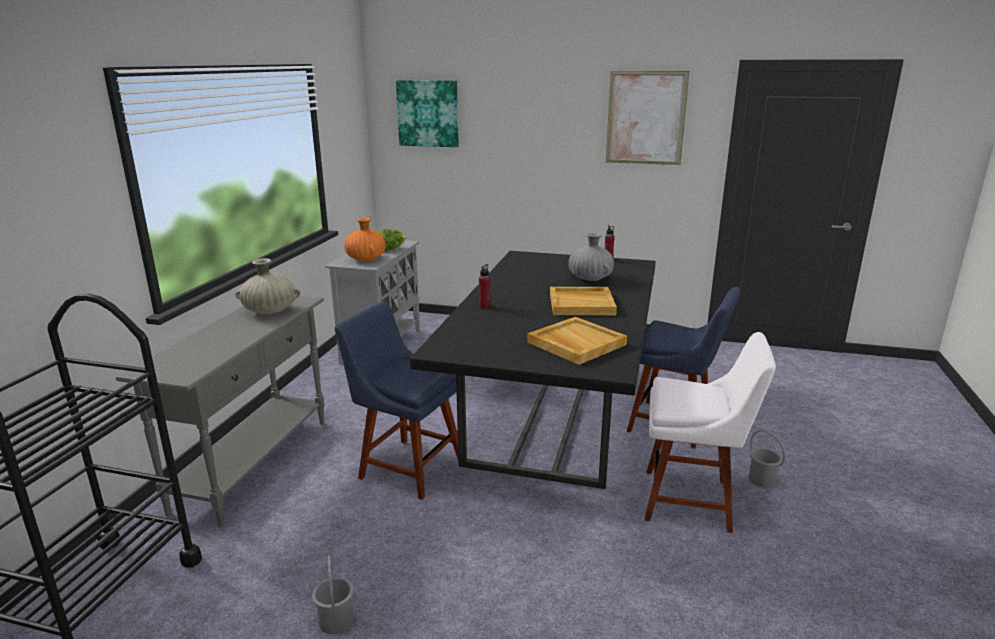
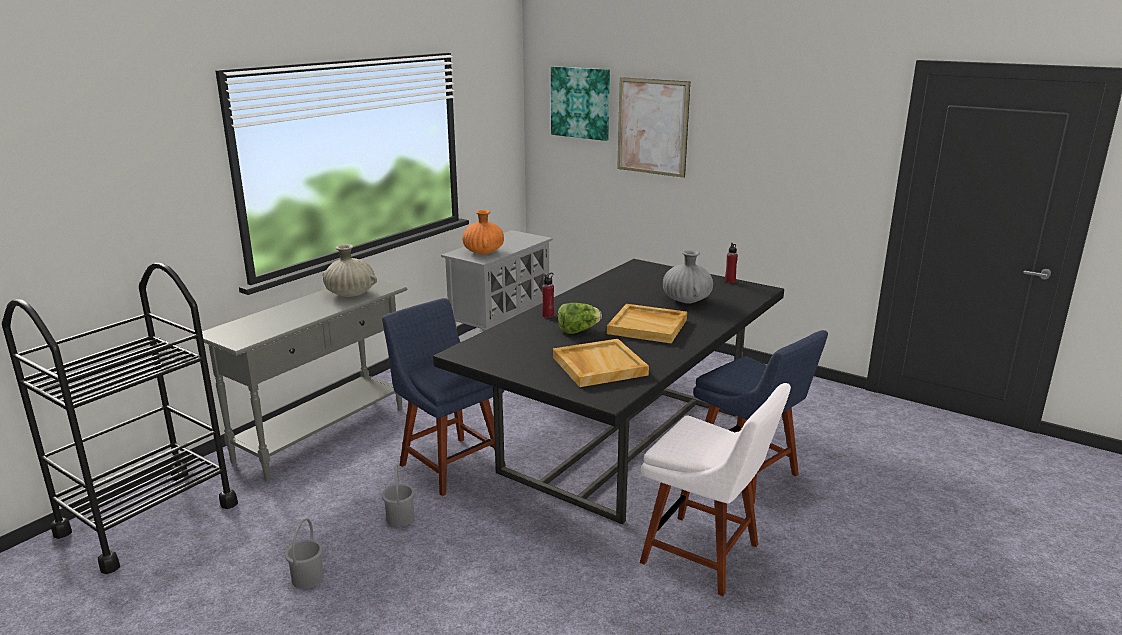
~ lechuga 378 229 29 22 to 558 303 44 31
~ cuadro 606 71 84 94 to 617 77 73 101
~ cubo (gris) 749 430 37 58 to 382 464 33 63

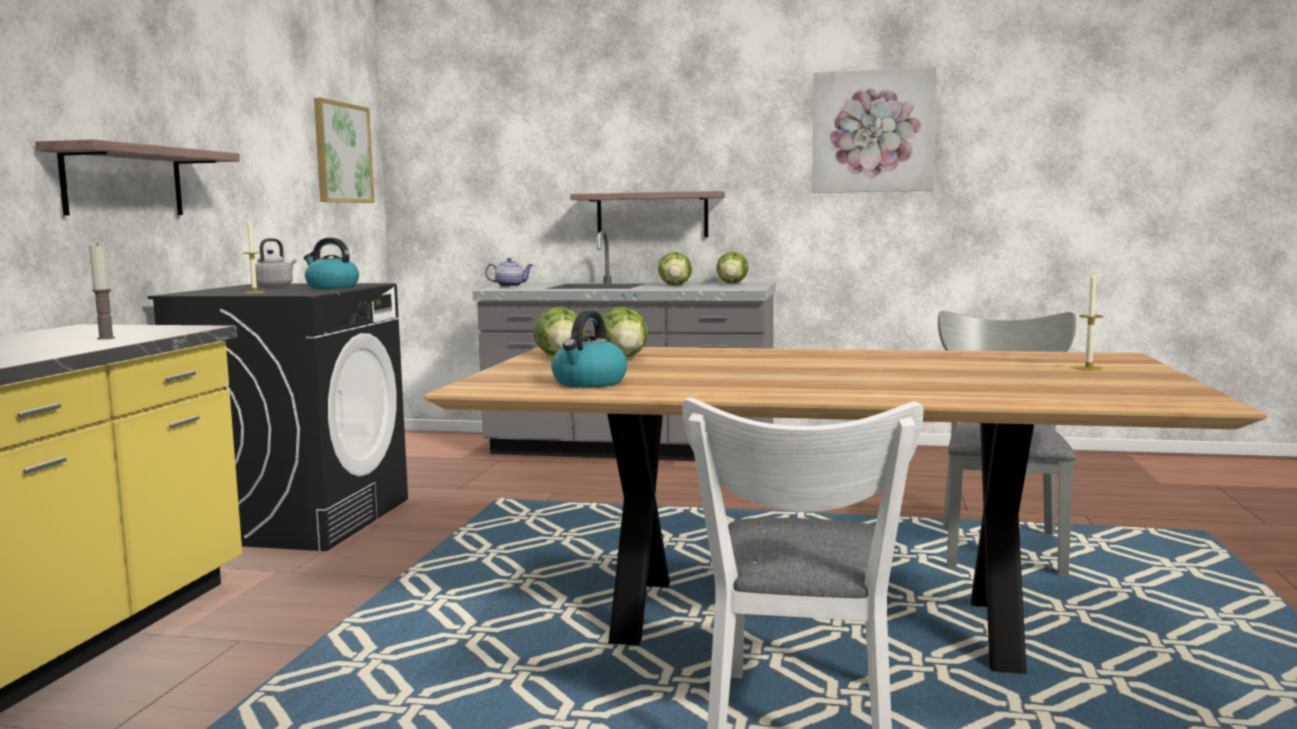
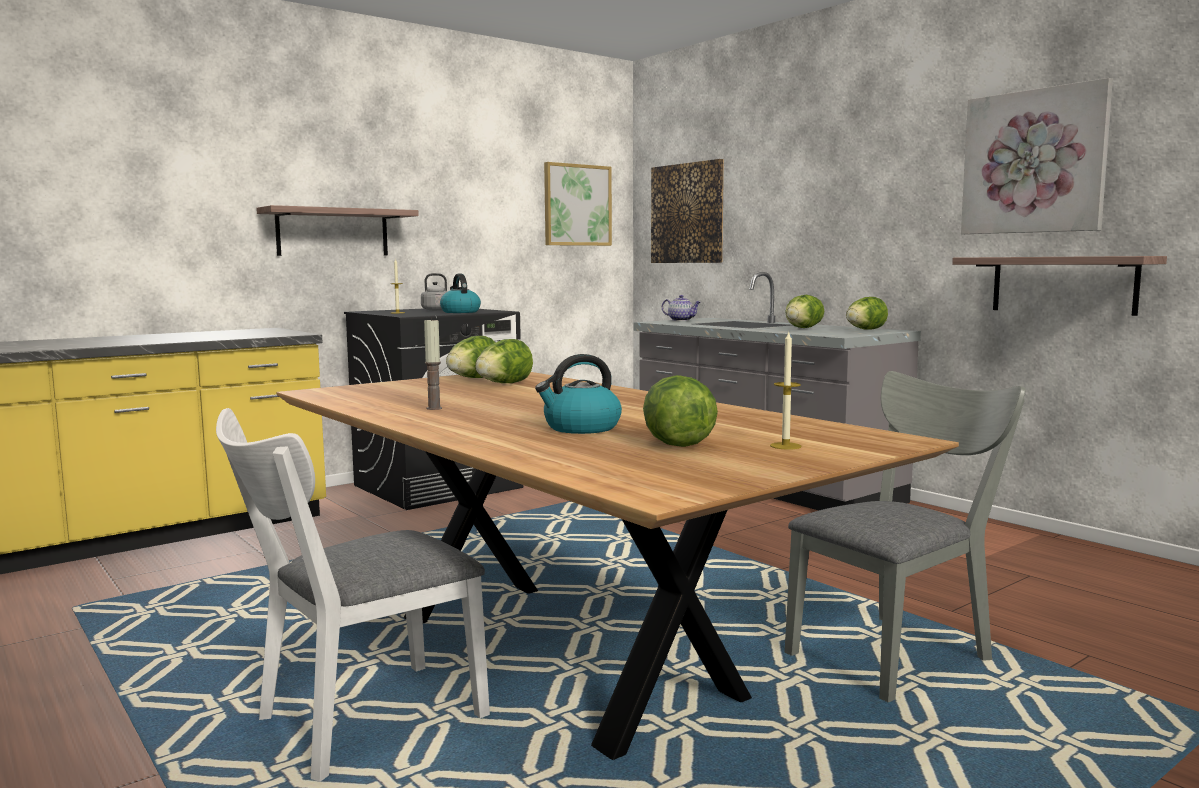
~ vela 89 243 26 97 to 424 317 18 93
~ hervidor 551 310 76 78 to 535 354 87 80
~ estante 570 191 155 48 to 952 256 215 60
+ lechuga 643 375 75 72
+ cuadro 651 159 73 104

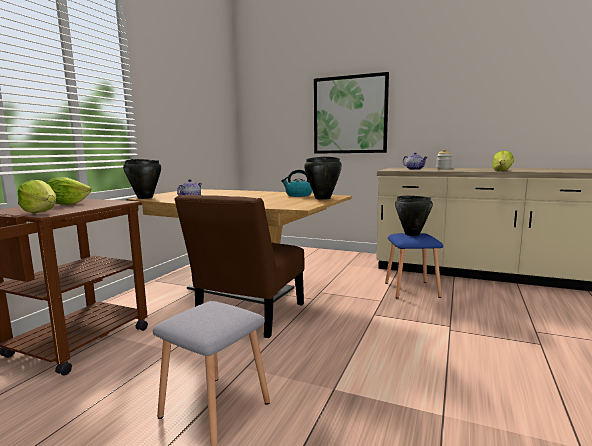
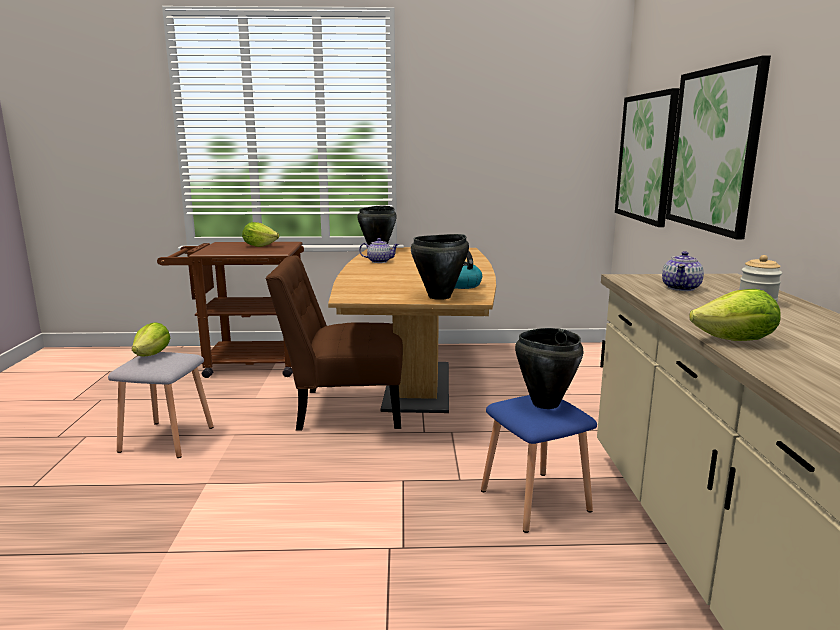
~ lechuga 18 180 38 33 to 132 322 38 34
+ cuadro 615 88 65 139

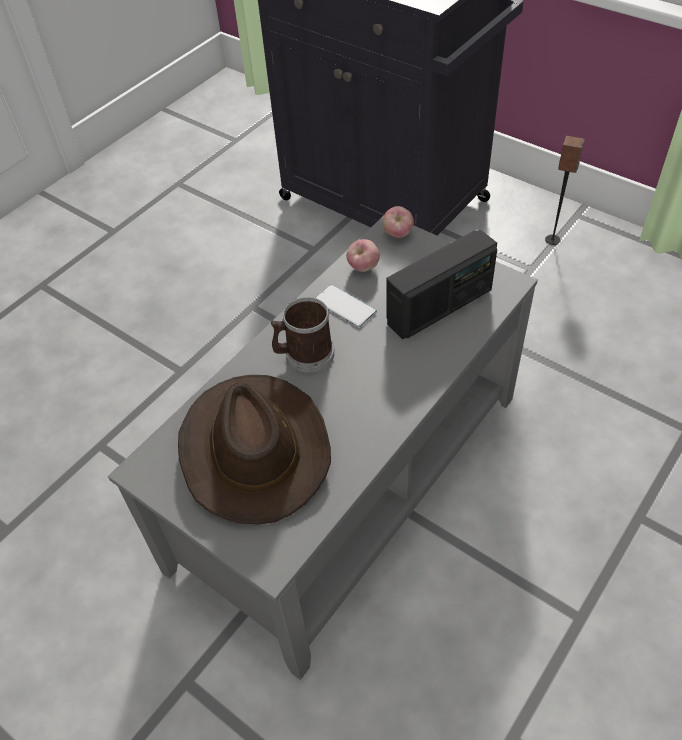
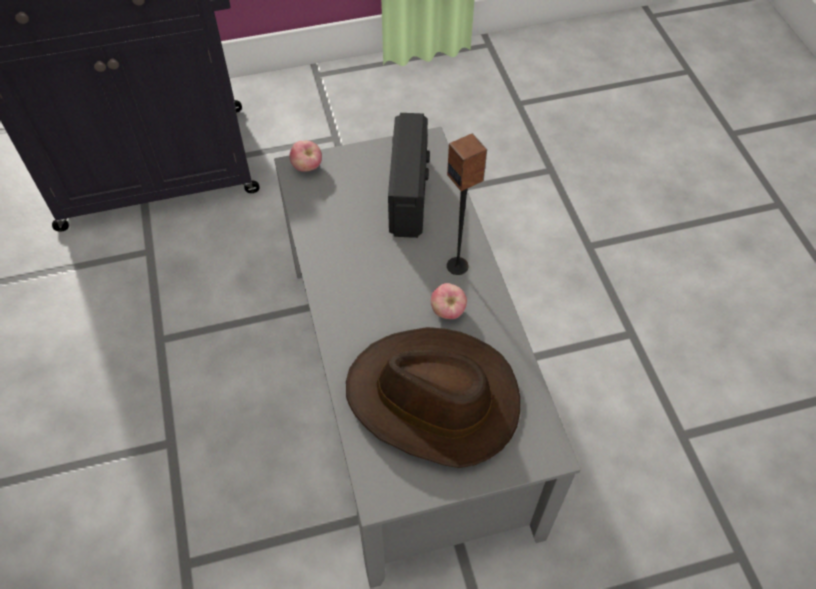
- taza grande 271 297 63 76
- móvil 315 285 62 42
~ manzana 346 239 34 33 to 431 283 36 36
~ altavoz 545 136 40 109 to 447 133 40 142

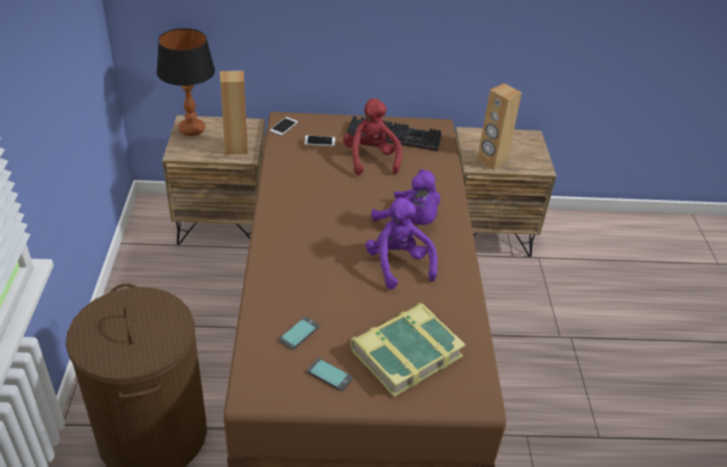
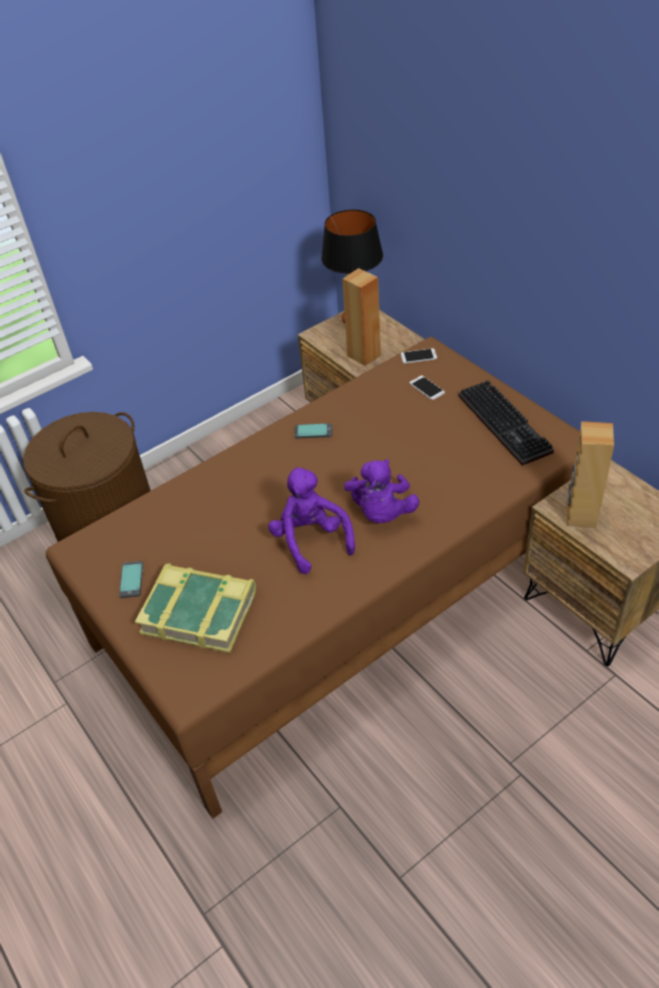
~ móvil 279 316 40 34 to 294 423 39 15
- peluche (rojo) 343 98 59 77
~ peluche (morado) 365 197 73 93 = 268 467 87 107 60 degrees counterclockwise

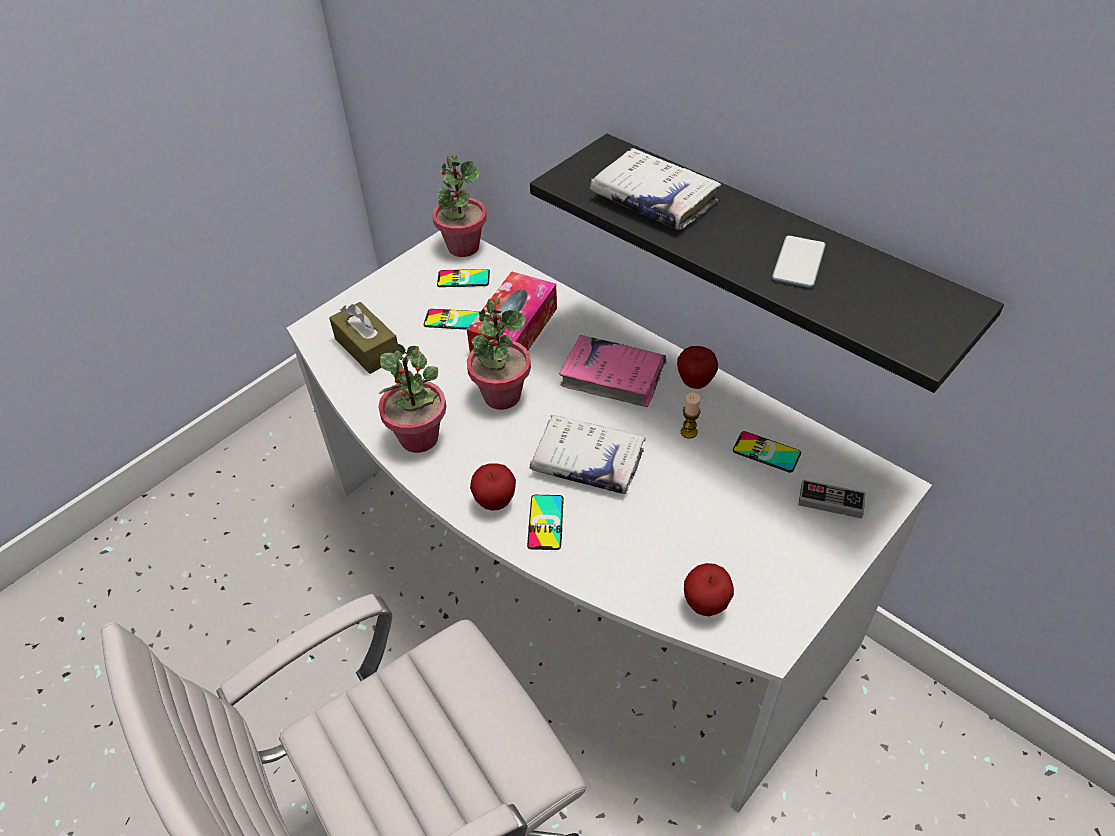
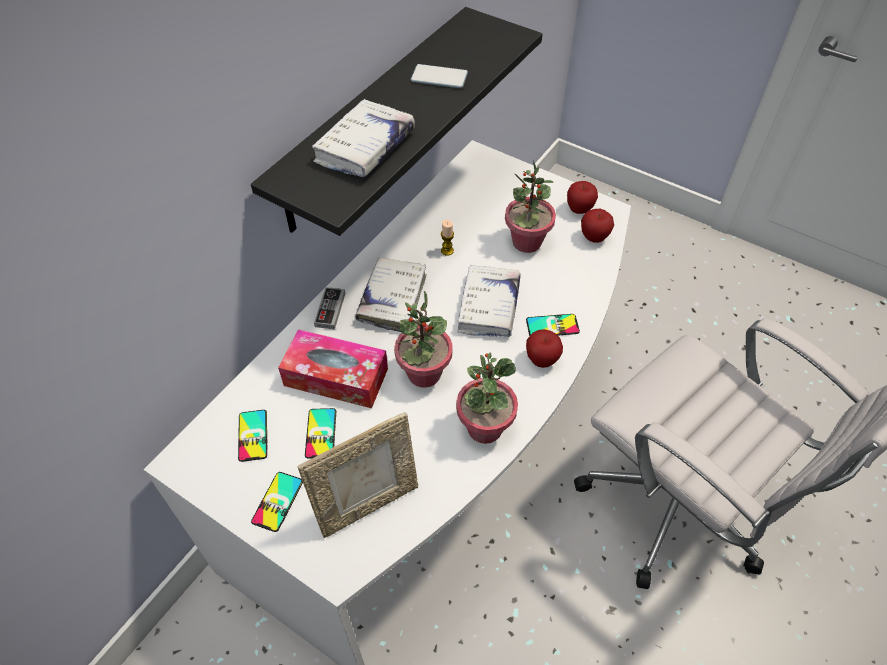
~ caja de pañuelos (marrón) 329 302 69 72 to portarretratos 298 412 120 126
~ planta en maceta 432 154 55 103 to 505 160 51 93
~ libro (rosa) 559 335 108 72 to libro (blanco) 355 257 72 75
~ manzana 677 346 41 43 to 567 181 31 33
~ móvil 733 431 68 42 to 251 472 52 60
~ mando de consola 798 480 68 39 to 314 287 31 42

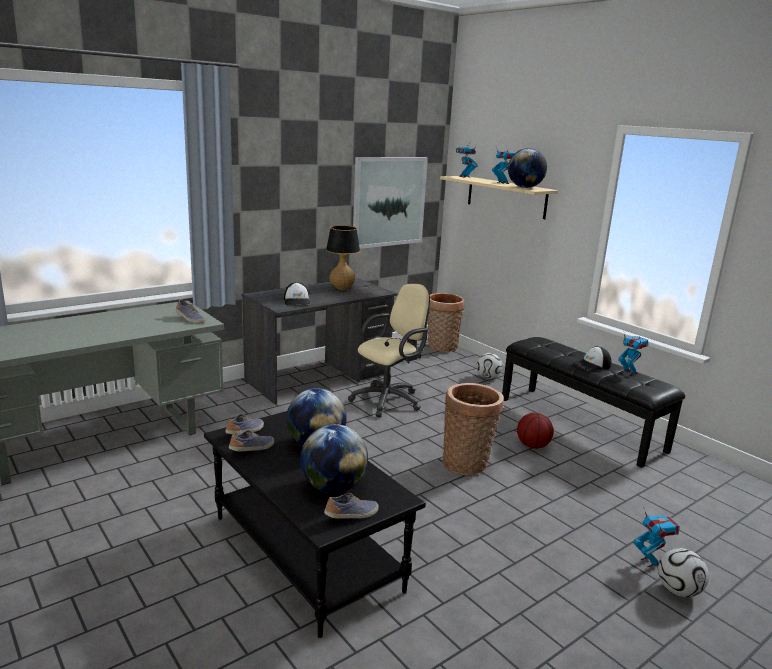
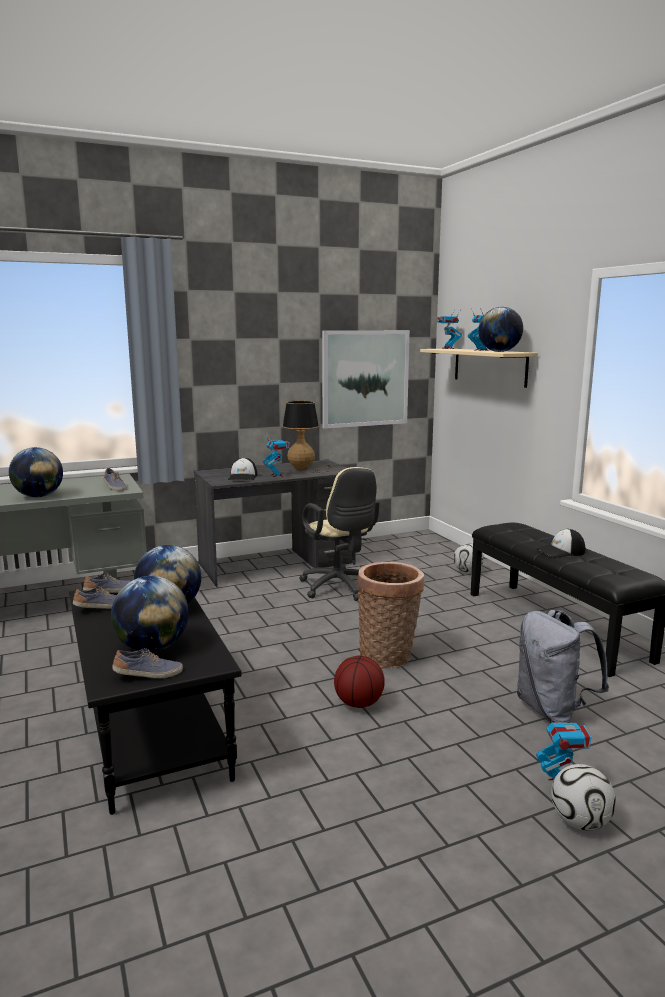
~ silla de oficina (beis) 348 284 82 133 = 299 467 81 134 90 degrees clockwise
- cesta 428 293 37 59
~ balón de baloncesto 517 413 37 36 to 334 655 51 53
~ robot de juguete 618 334 31 41 to 262 436 27 41
+ globo terráqueo 9 447 54 50
+ mochila (gris) 517 610 92 113

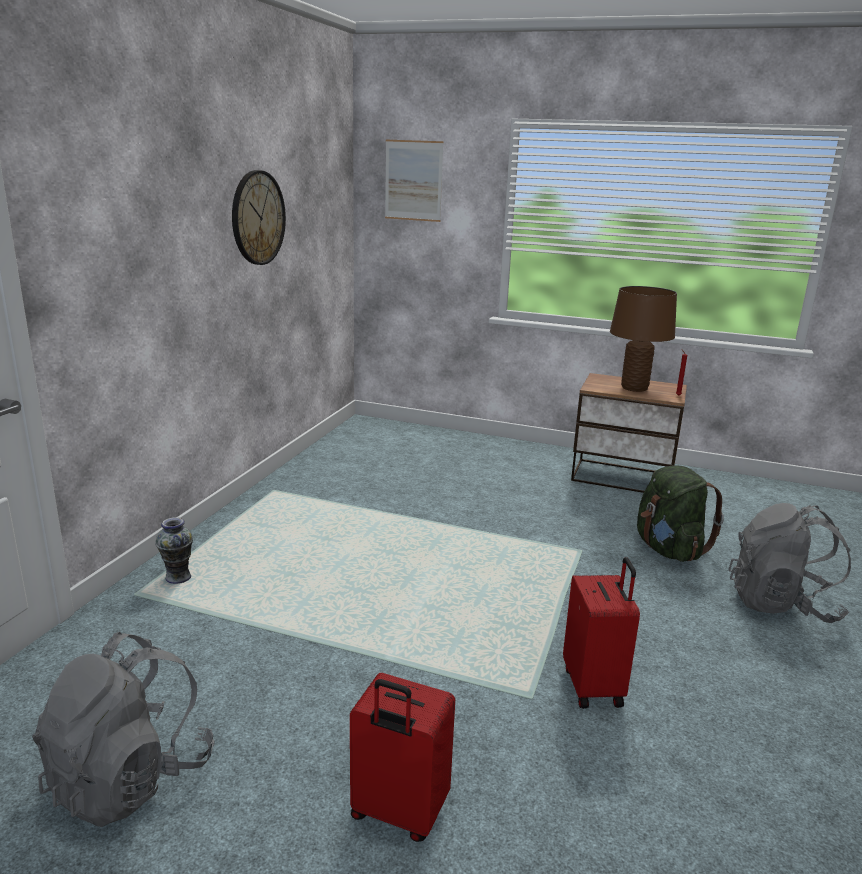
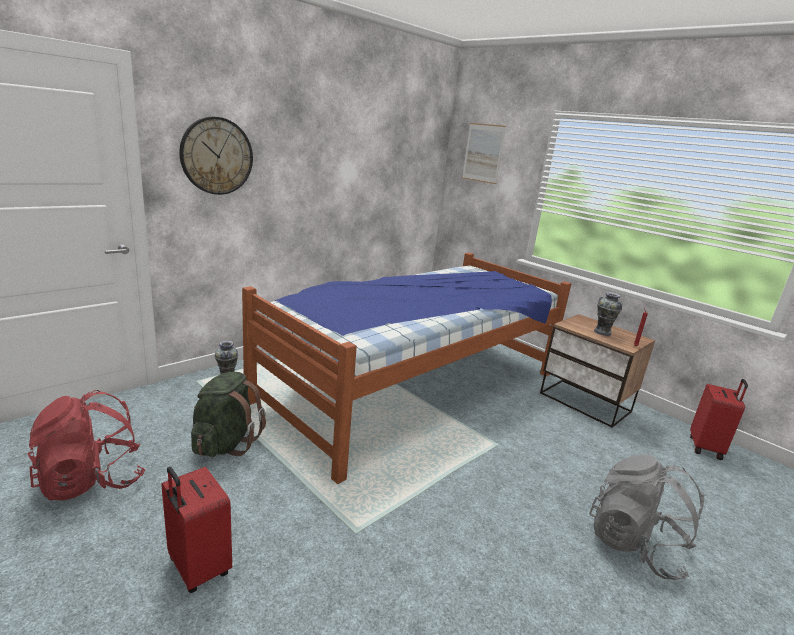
~ mochila (gris) 32 632 182 195 to mochila (rojo) 28 390 117 111
~ reloj de pared 232 170 54 95 to 179 117 74 78
~ maleta (rojo) 563 557 77 152 to 690 379 58 81
~ lámpara de mesa (marrón) 610 286 67 106 to florero 594 292 28 44
~ mochila (verde) 637 465 87 97 to 191 372 75 85
+ cama 242 253 329 231

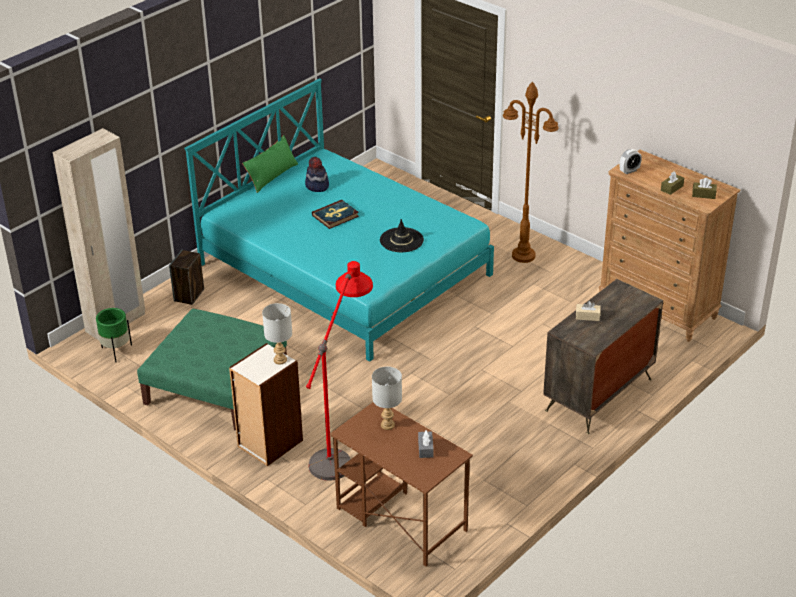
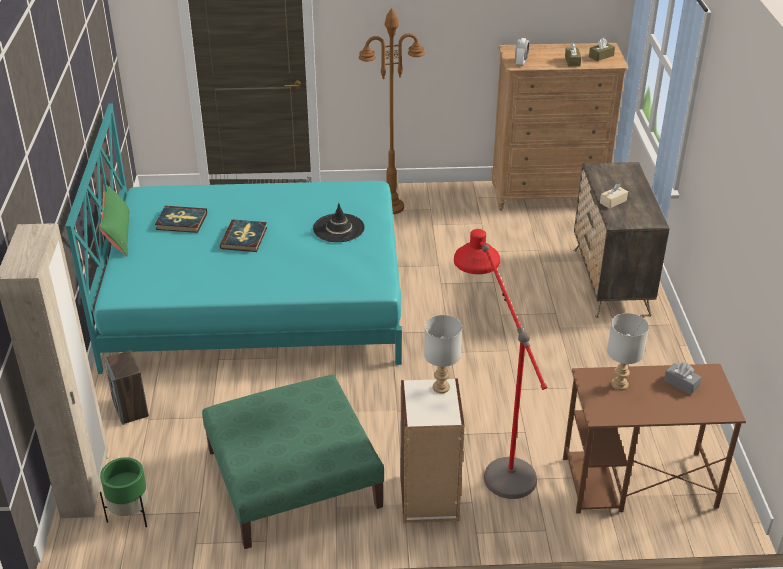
~ sombrero 305 157 24 35 to libro 155 206 52 27

